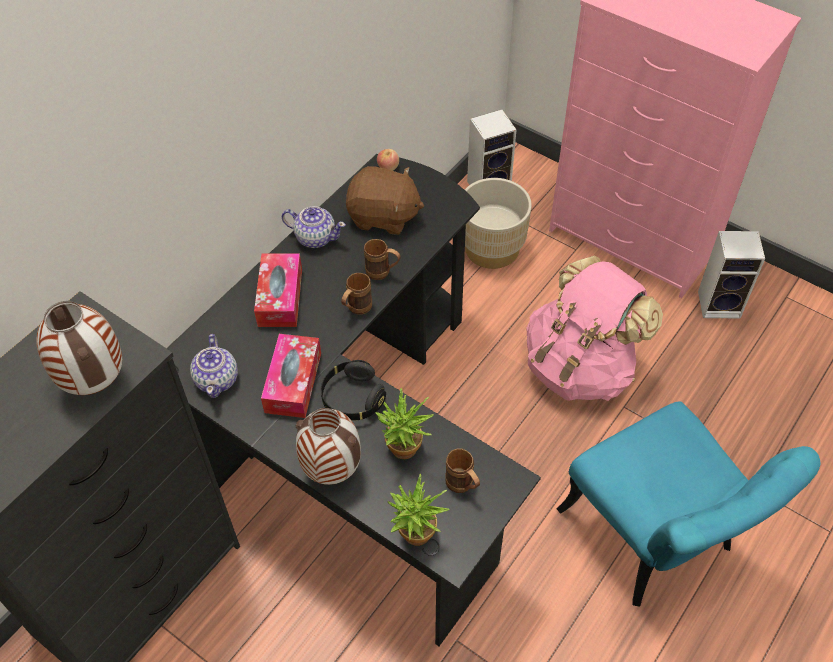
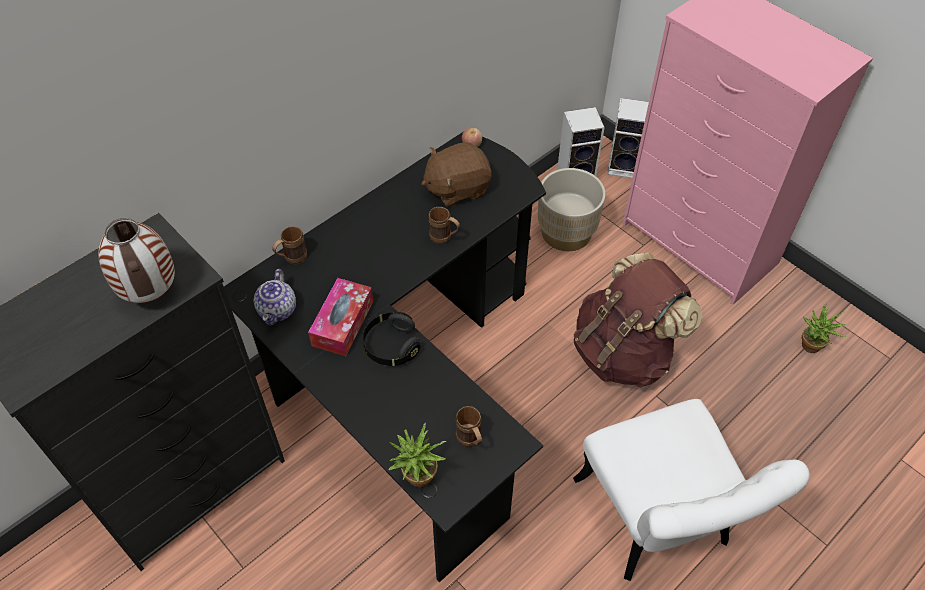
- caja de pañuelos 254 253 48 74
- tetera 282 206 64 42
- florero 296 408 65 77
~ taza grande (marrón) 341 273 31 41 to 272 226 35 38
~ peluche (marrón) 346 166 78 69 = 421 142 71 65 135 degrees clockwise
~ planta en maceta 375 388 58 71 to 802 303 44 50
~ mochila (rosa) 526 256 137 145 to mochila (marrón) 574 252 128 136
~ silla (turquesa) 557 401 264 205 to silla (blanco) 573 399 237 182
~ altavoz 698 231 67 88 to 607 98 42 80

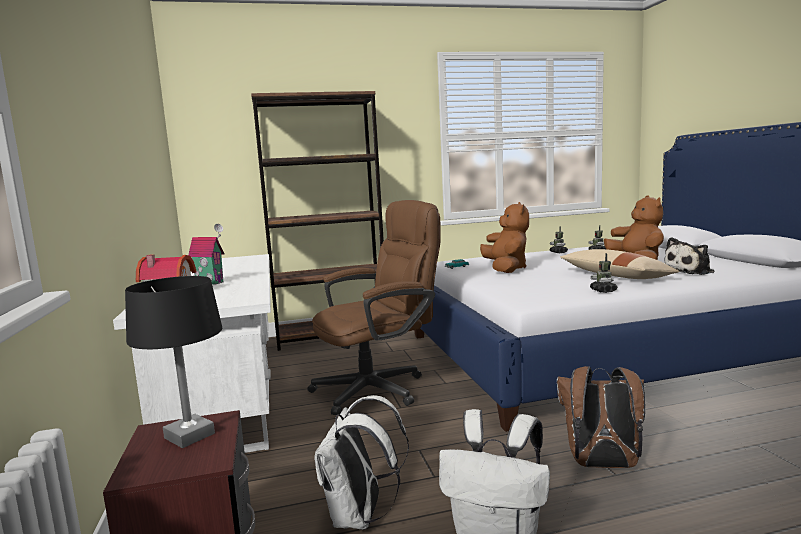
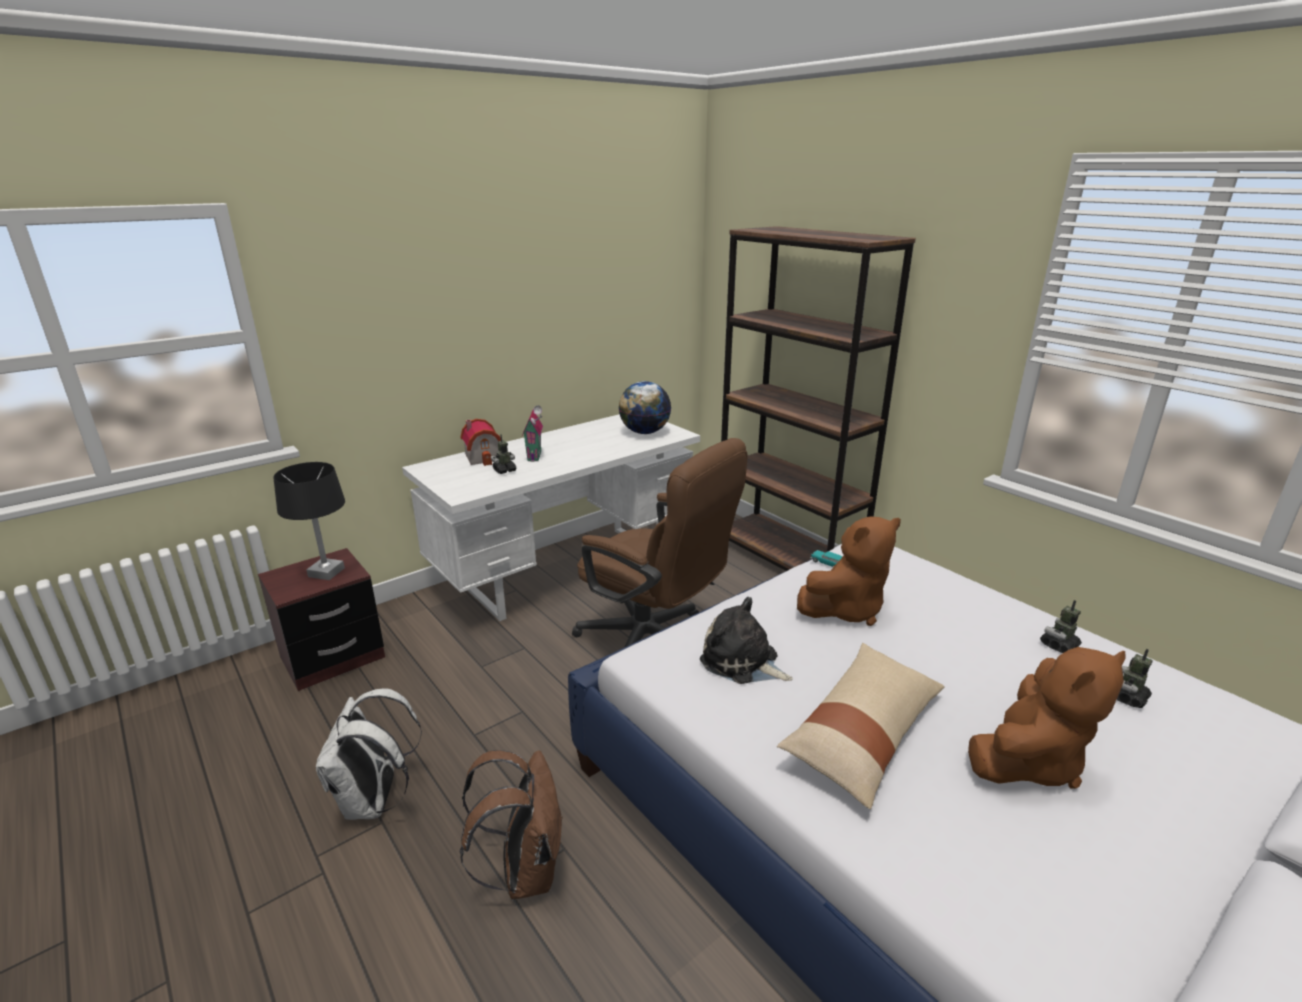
- mochila (blanco) 314 395 95 134
~ robot de juguete 590 253 27 40 to 490 434 26 40
~ peluche 665 237 49 38 to 700 597 93 87
+ globo terráqueo 618 381 53 53

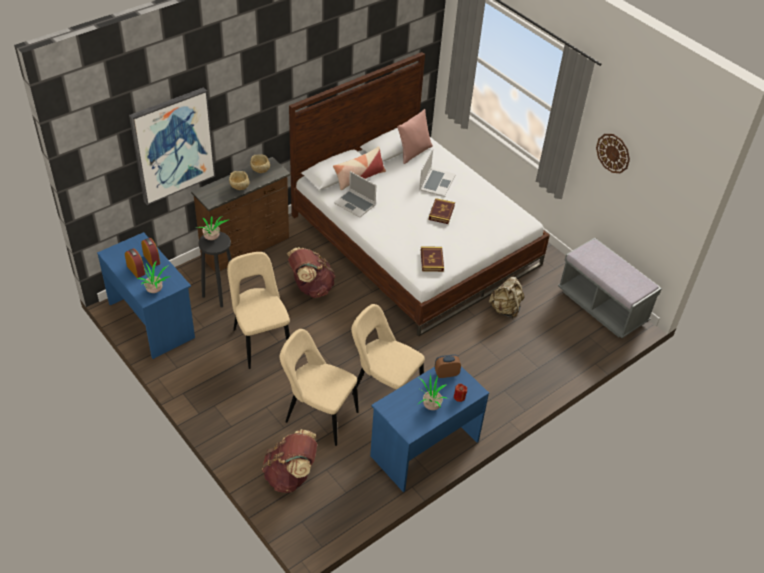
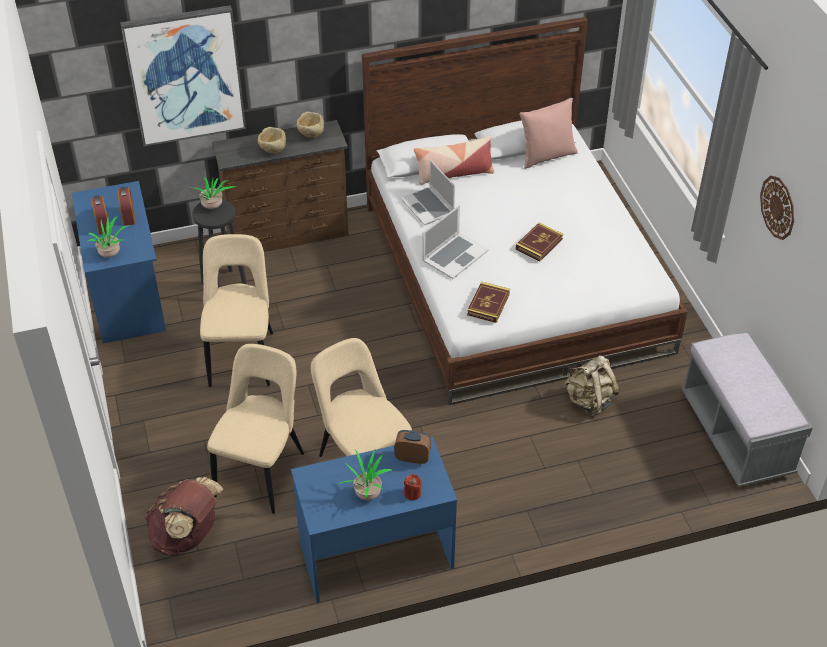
~ silla (beis) 280 329 79 117 = 207 344 97 170 60 degrees clockwise
- mochila (marrón) 287 247 49 51
~ portátil 419 149 37 48 to 422 205 67 74

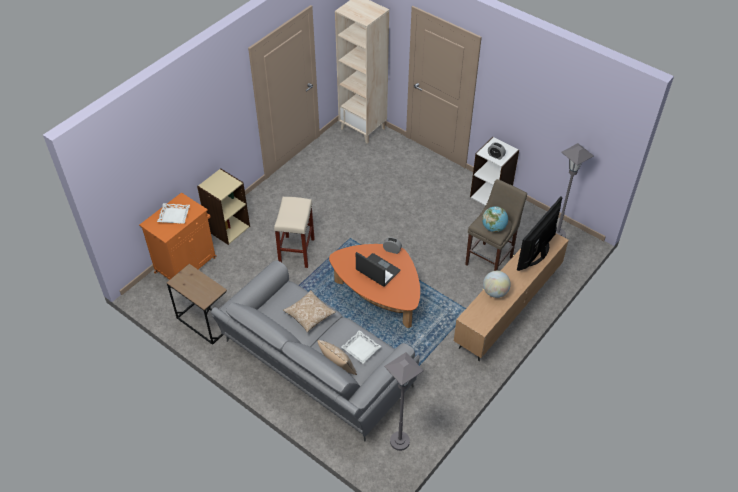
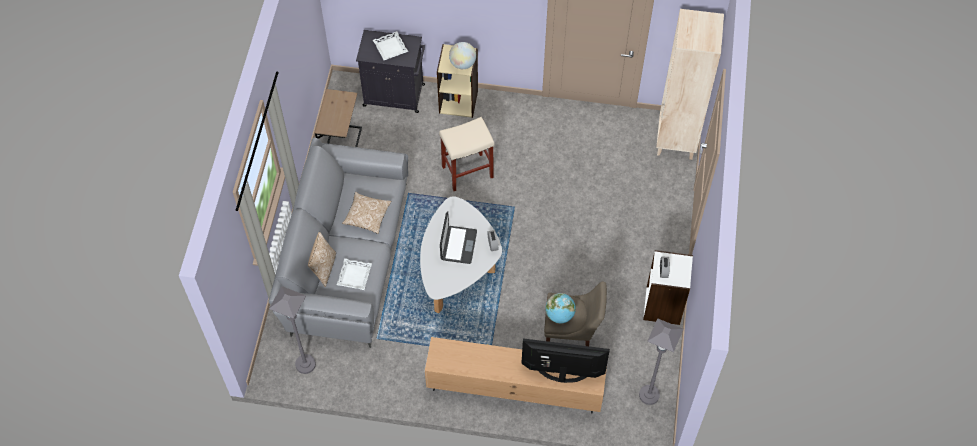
~ armario (naranja) 139 192 77 88 to armario (negro) 356 30 69 83
~ mesa de centro (naranja) 329 244 91 84 to mesa de centro (blanco) 420 196 82 117
~ globo terráqueo 483 271 28 27 to 449 42 27 27

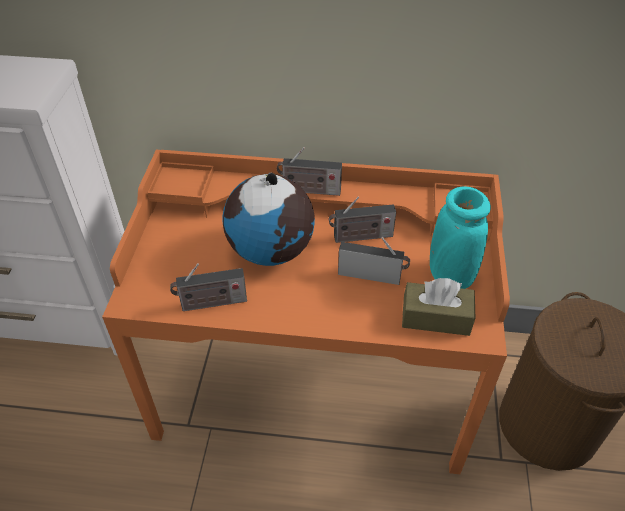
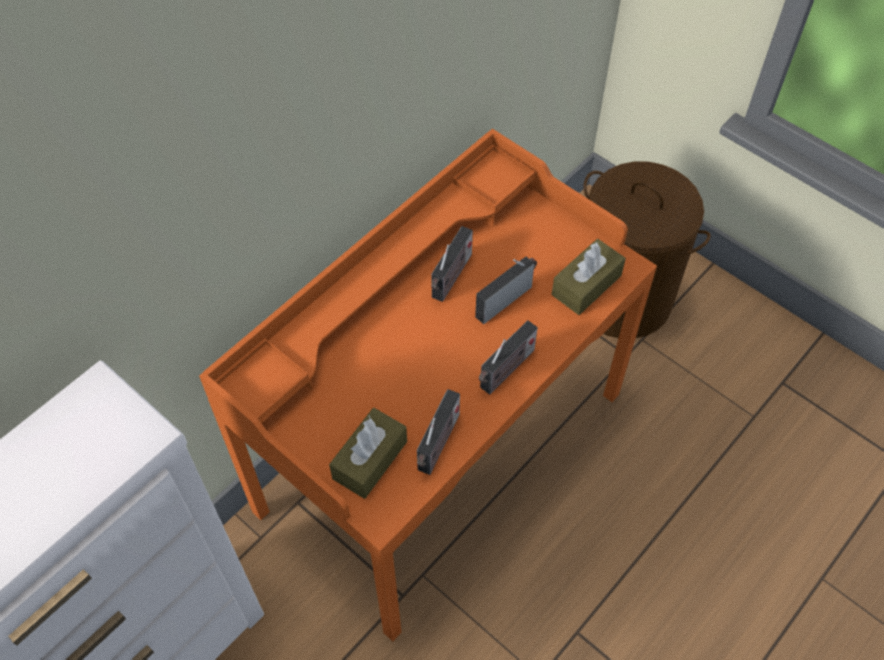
- globo terráqueo 222 173 93 93
~ radio 277 147 65 49 to 479 320 59 74
- florero (turquesa) 430 187 61 102
+ caja de pañuelos (marrón) 329 408 78 91

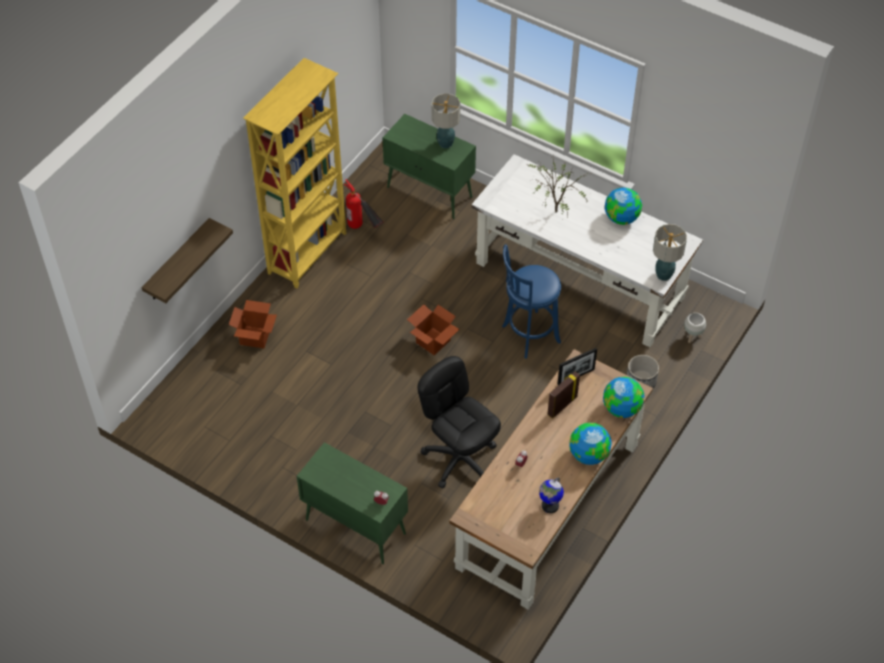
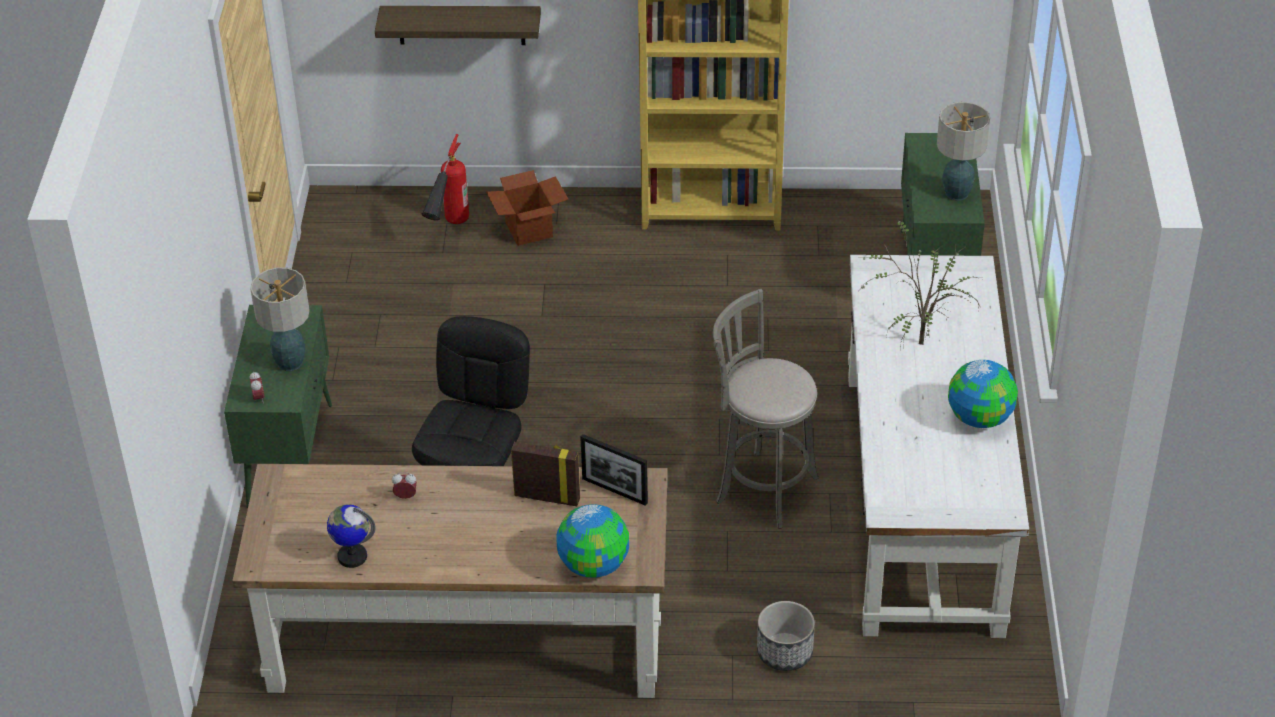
~ extintor 344 179 39 50 to 421 134 48 90
- caja de cartón 407 304 53 52
~ taburete (azul) 502 244 59 115 to taburete (gris) 713 289 106 240
- globo terráqueo 569 423 42 42
~ lámpara de mesa 653 224 34 57 to 250 268 60 103
- maceta (blanco) 684 313 22 30

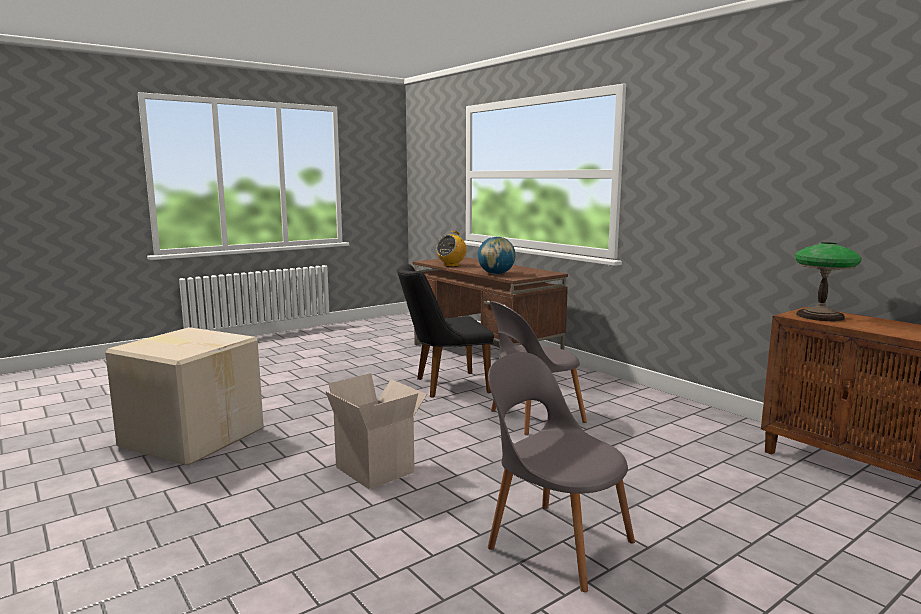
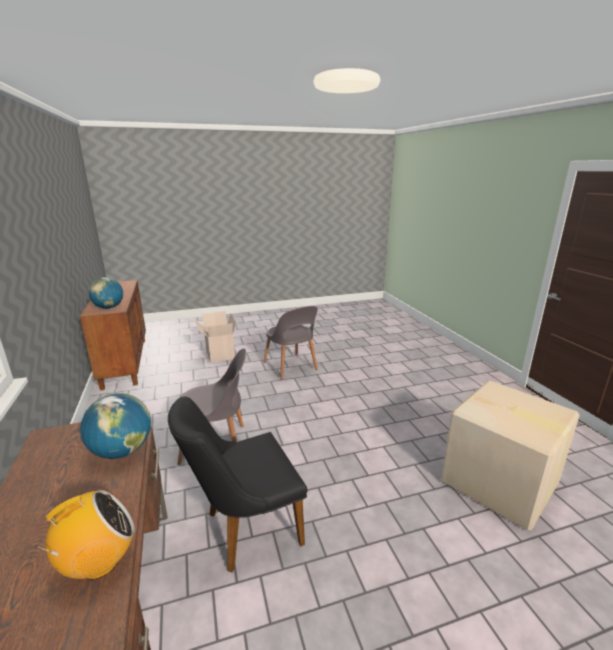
~ caja de cartón 325 373 102 117 to 195 311 41 52
~ silla (negro) 397 264 97 134 = 168 396 139 176 150 degrees clockwise
~ lámpara de mesa 795 242 66 79 to globo terráqueo 88 277 35 32

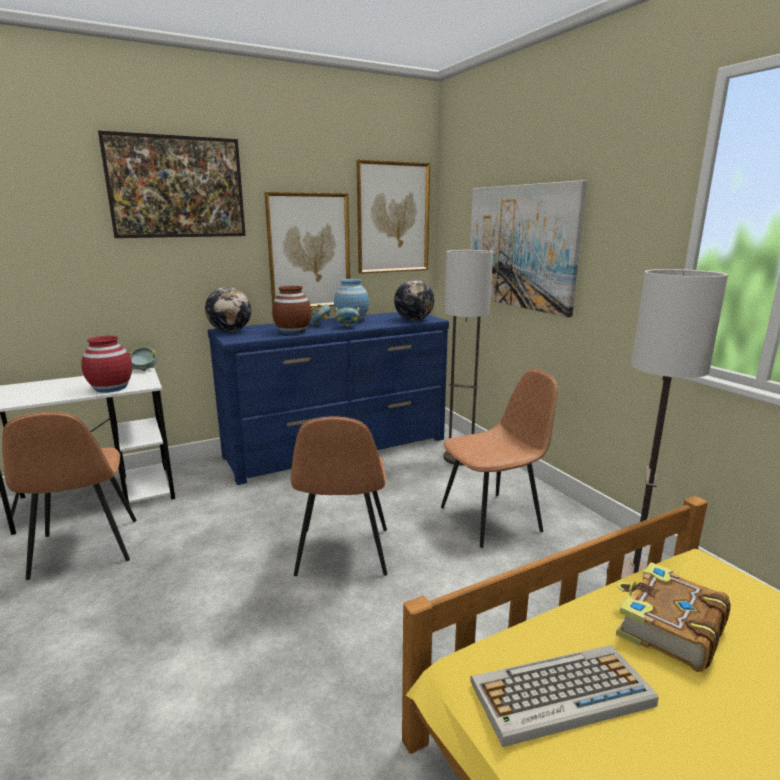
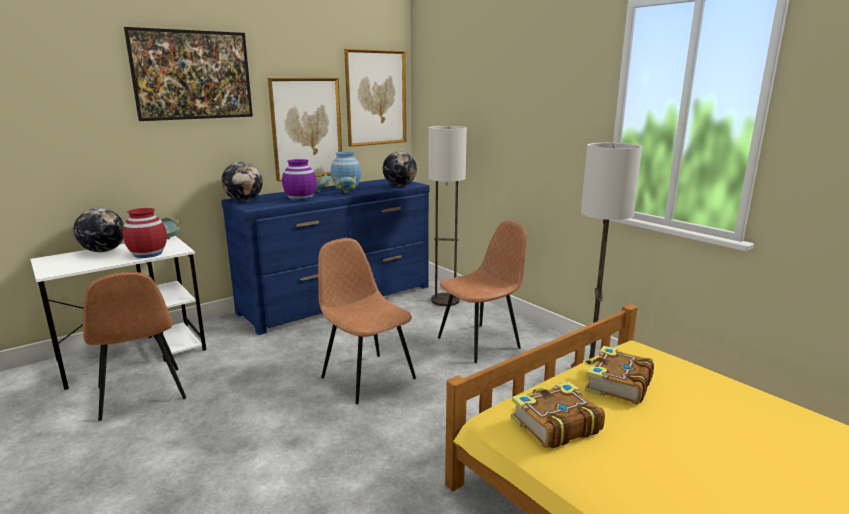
~ florero (marrón) 272 286 39 48 to florero (morado) 282 159 35 42
~ silla (marrón) 291 417 96 159 = 318 238 98 166 150 degrees clockwise
- cuadro 470 180 117 137
~ teclado 470 645 188 102 to libro 511 381 94 67
+ globo terráqueo 73 208 51 44

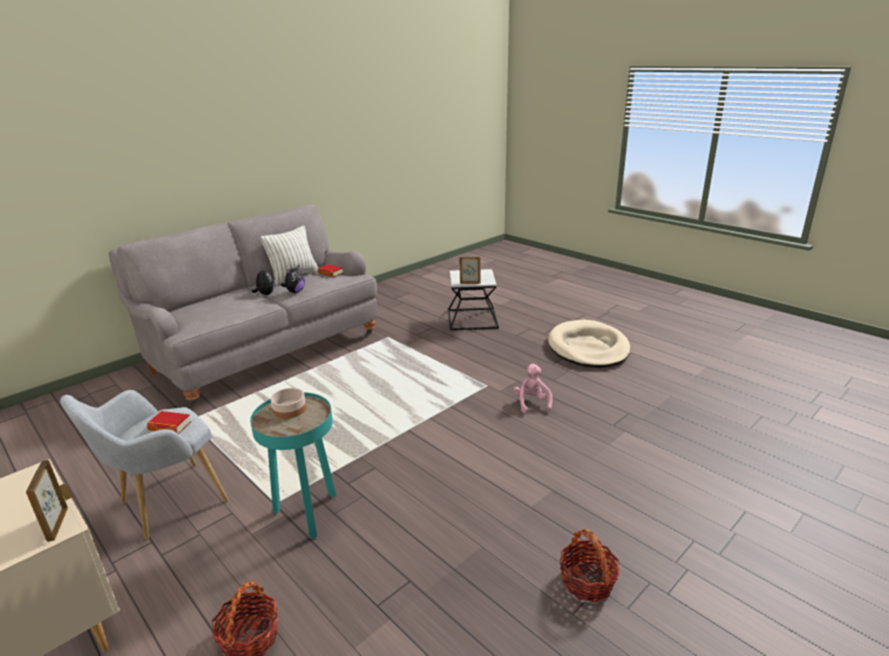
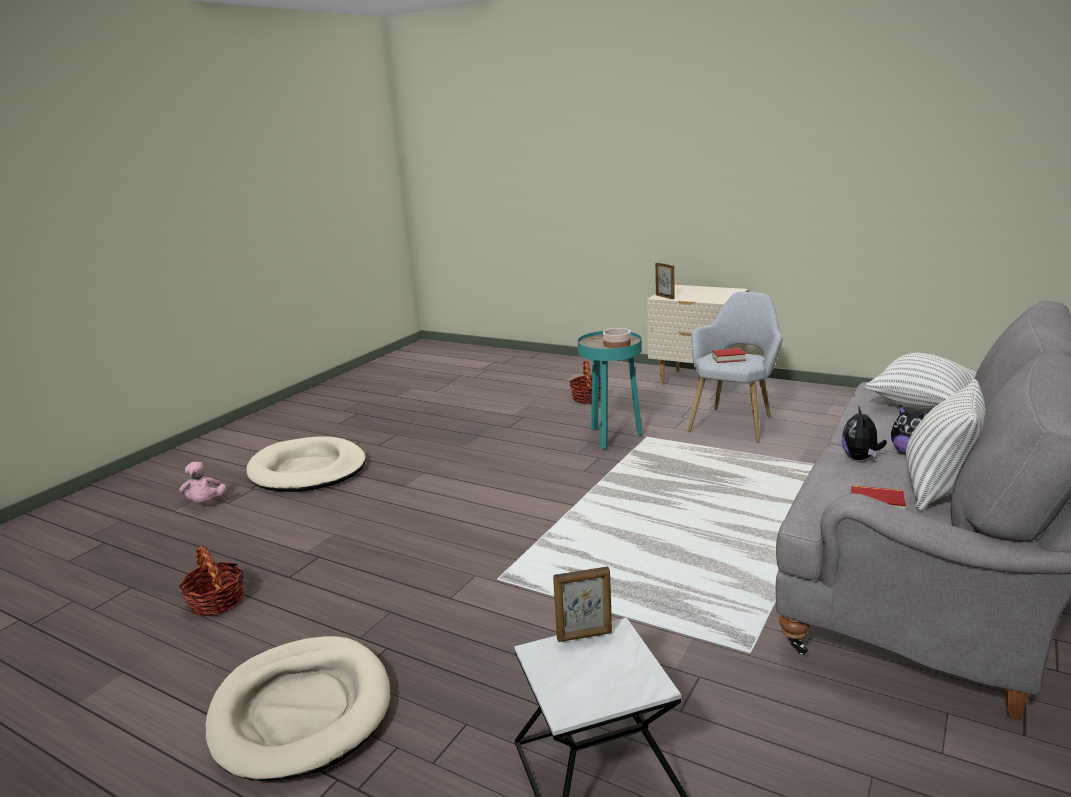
~ peluche (rosa) 513 364 40 49 to 180 462 46 41
~ cesta 560 529 59 73 to 179 546 65 70
+ cama para perro (beis) 246 436 120 56
+ cojín 865 353 112 56

